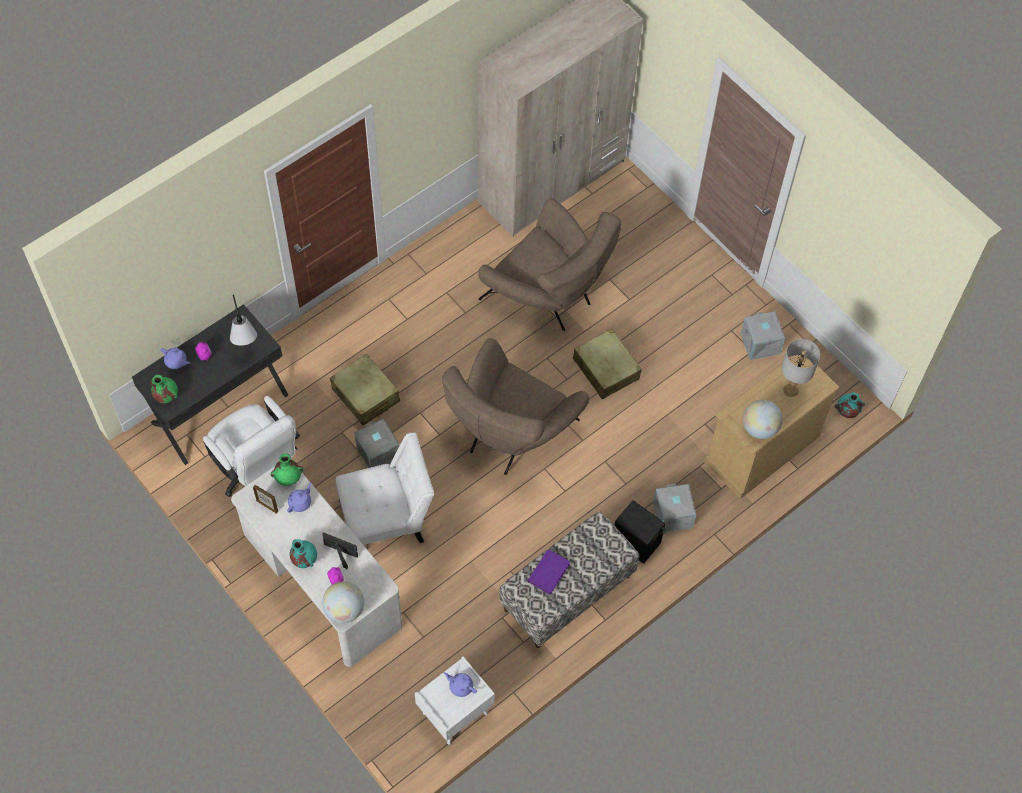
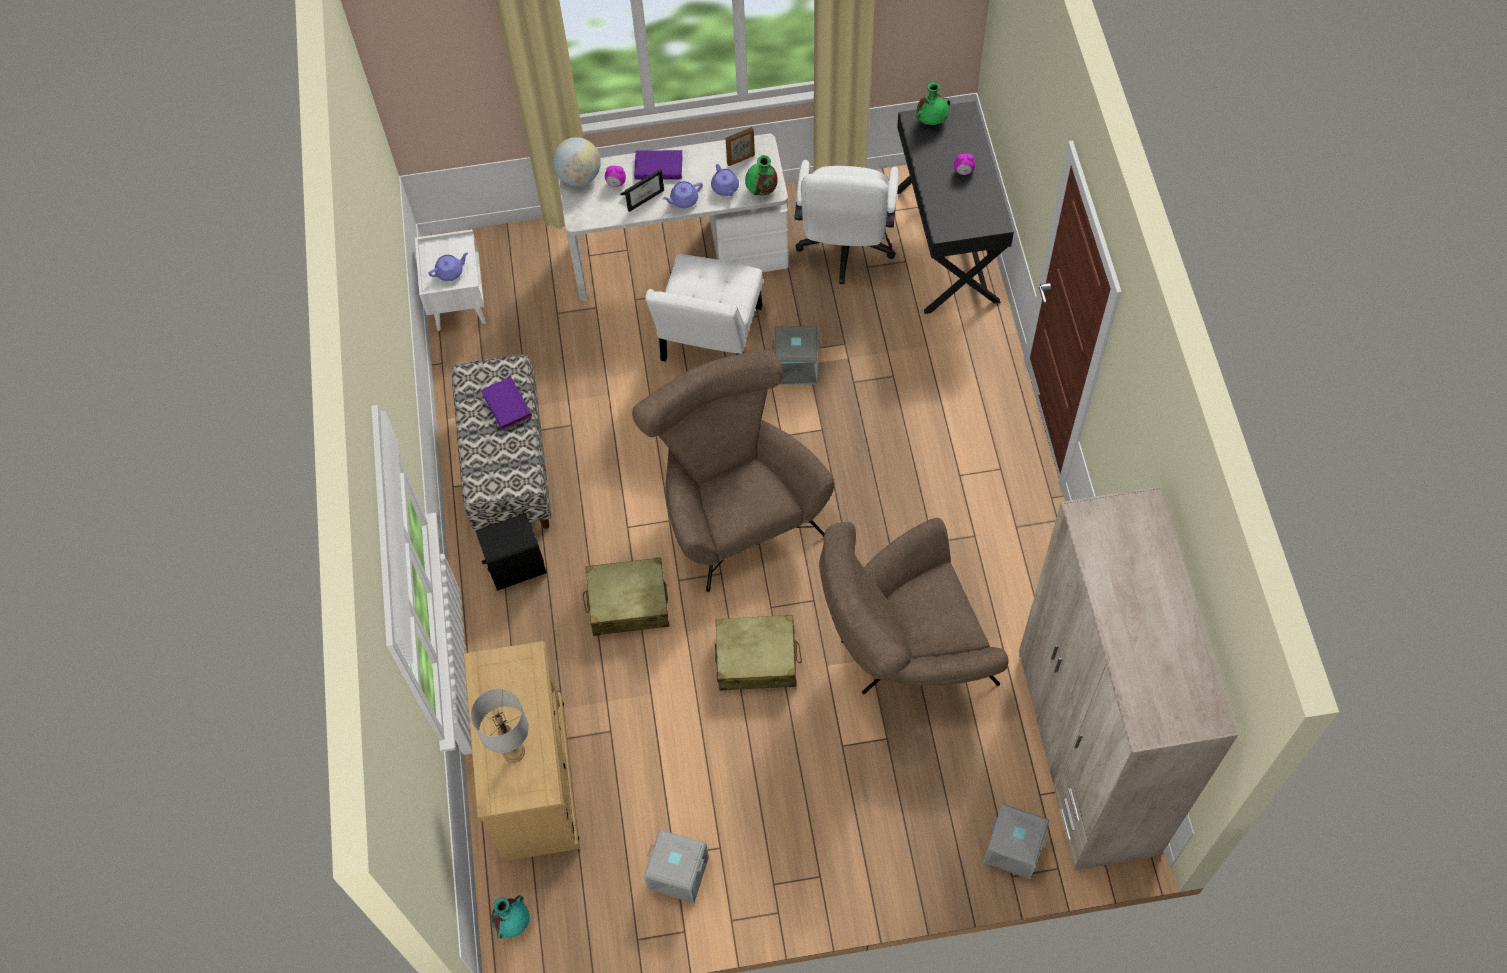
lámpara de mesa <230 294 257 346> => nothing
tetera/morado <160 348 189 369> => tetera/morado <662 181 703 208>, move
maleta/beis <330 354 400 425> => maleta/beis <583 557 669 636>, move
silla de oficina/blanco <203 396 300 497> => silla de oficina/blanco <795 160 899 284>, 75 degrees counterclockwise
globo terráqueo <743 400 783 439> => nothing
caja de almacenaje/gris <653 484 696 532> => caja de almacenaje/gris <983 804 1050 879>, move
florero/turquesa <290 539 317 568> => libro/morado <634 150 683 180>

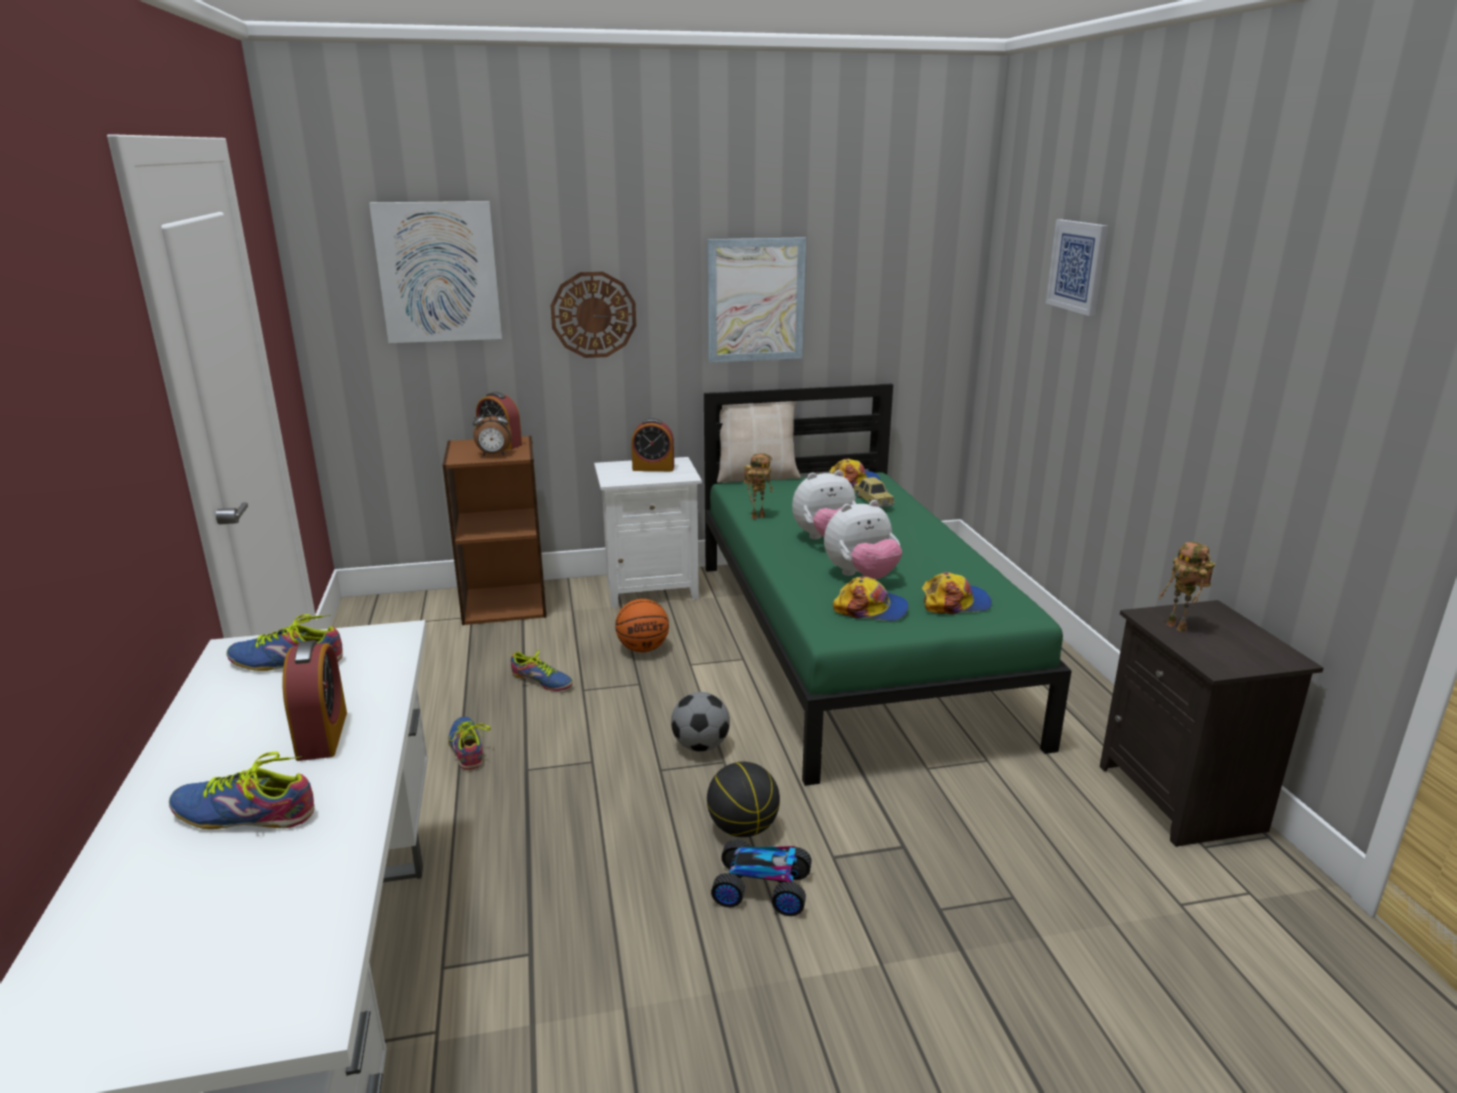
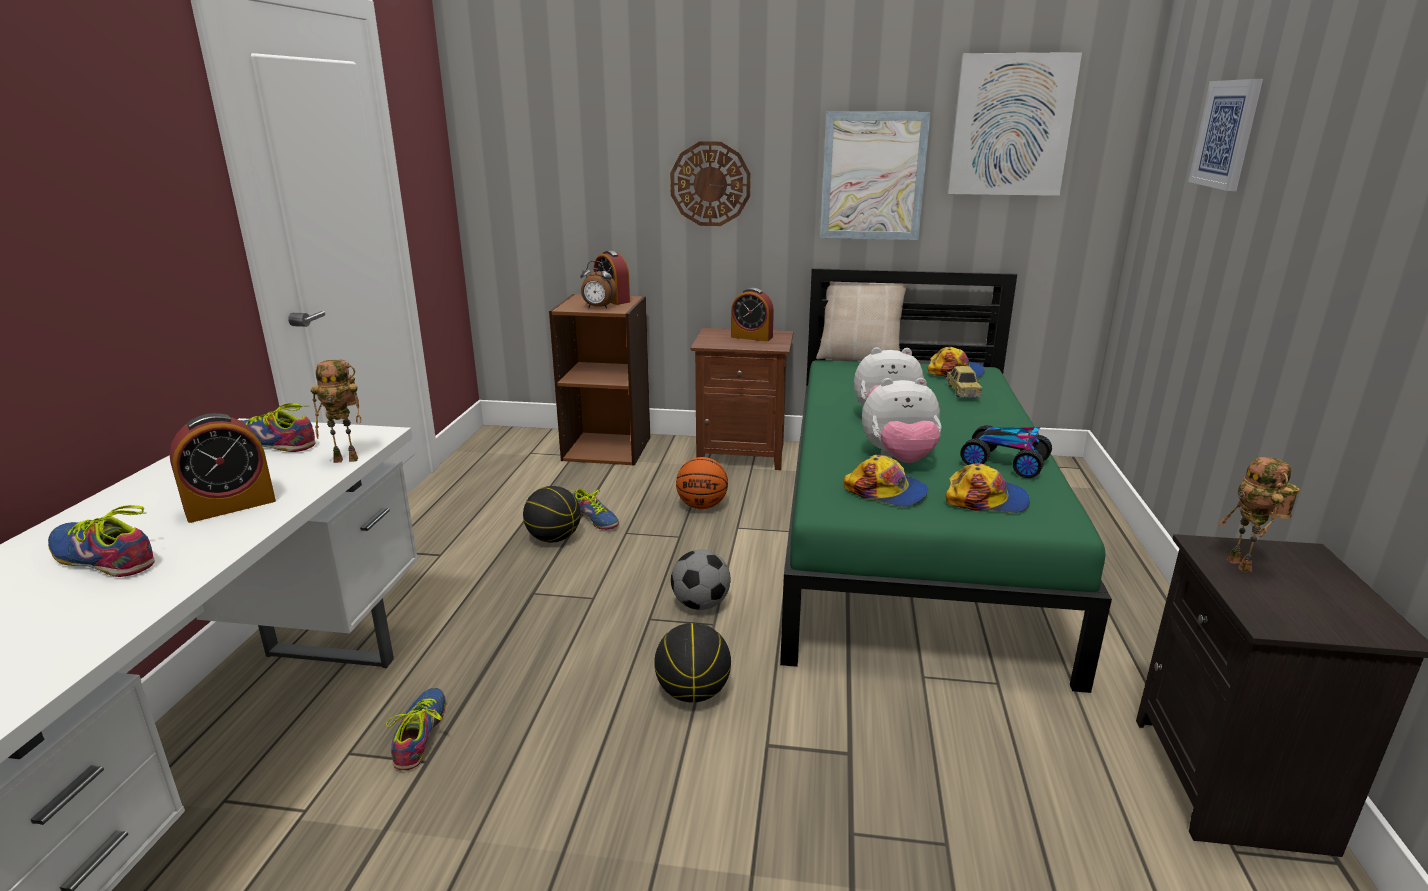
cuadro <369 201 502 343> => cuadro <948 52 1082 196>, move
robot de juguete <744 453 773 519> => robot de juguete <311 360 361 463>, move
mesita de noche/blanco <594 457 702 607> => mesita de noche/marrón <691 328 793 470>
despertador <282 640 347 761> => despertador <169 413 276 523>, 45 degrees clockwise
zapato <448 717 491 770> => zapato <386 688 446 770>, move
coche de juguete <711 839 812 916> => coche de juguete <960 425 1052 478>, move
nothing => balón de baloncesto <523 486 581 543>

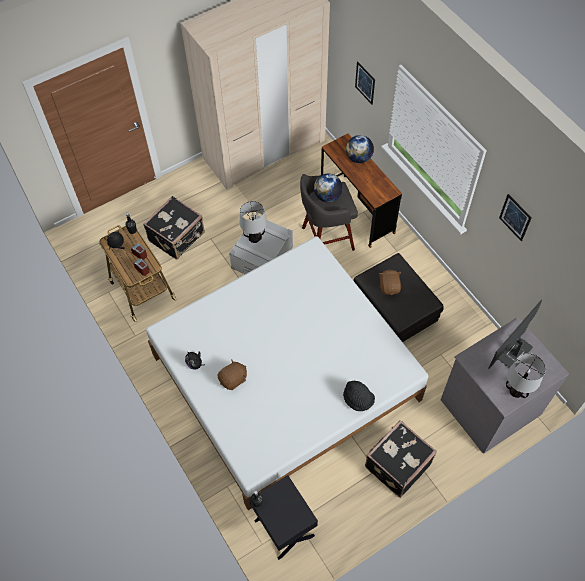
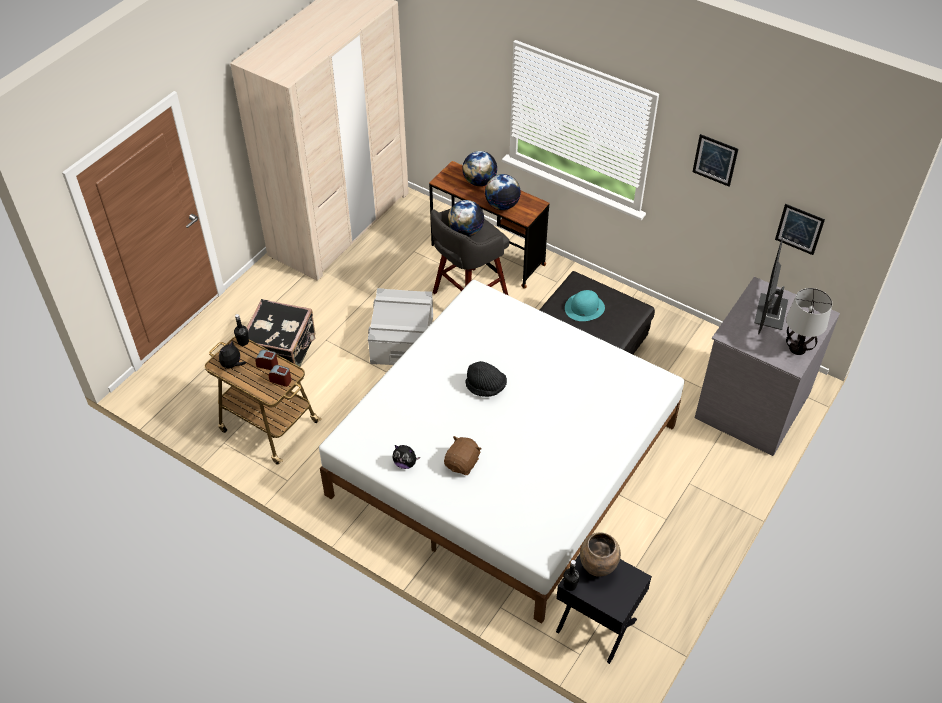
cuadro <355 61 375 105> => cuadro <775 204 825 255>, move
lámpara de mesa <240 201 267 243> => nothing
peluche/marrón <379 269 401 295> => sombrero/turquesa <565 290 605 321>
sombrero/negro <343 381 375 411> => sombrero/negro <465 361 507 397>, move
maleta/negro <365 420 437 498> => nothing
nothing => globo terráqueo <485 174 521 210>
nothing => florero/marrón <580 532 621 577>

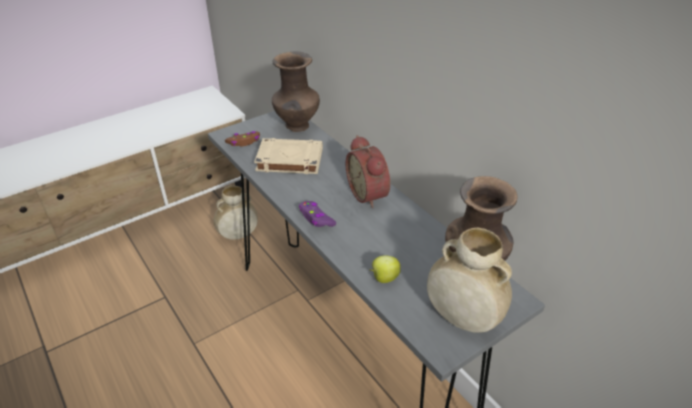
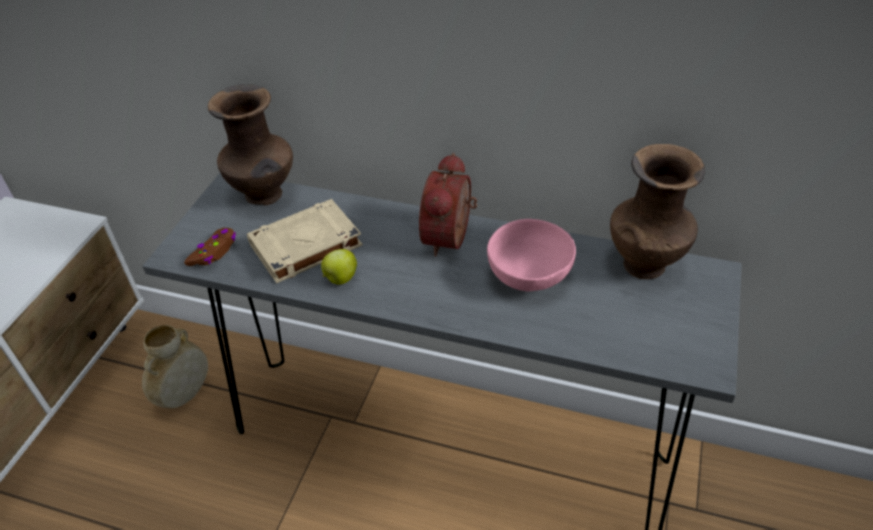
despertador <346 135 390 208> => despertador <419 153 477 257>, 75 degrees clockwise
mando de consola/morado <299 201 336 227> => nothing
florero/beis <427 228 512 333> => nothing
manzana <370 255 401 283> => manzana <321 249 357 285>, move
nothing => cuenco/rosa <487 219 576 291>

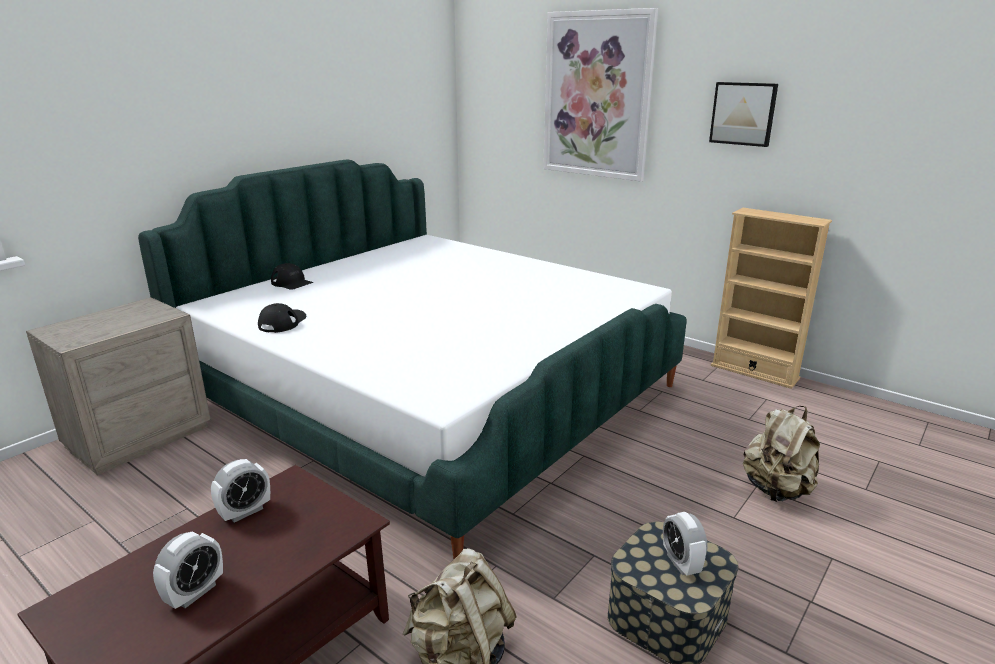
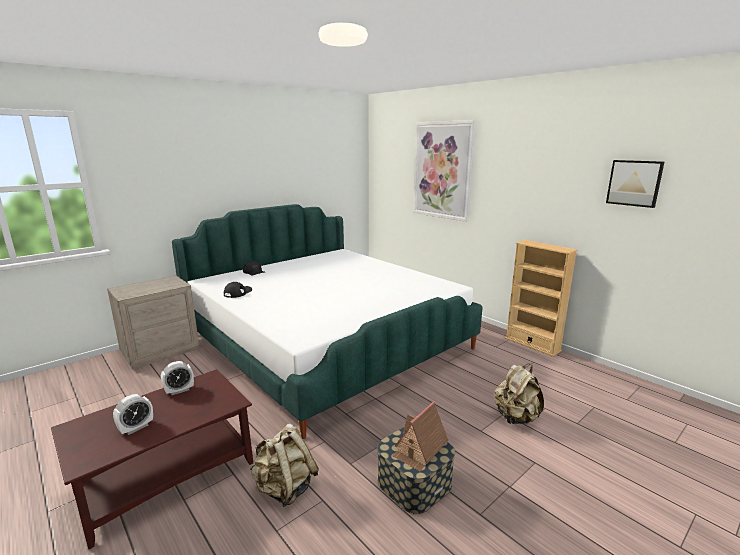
cuadro <709 82 778 147> => cuadro <606 160 664 208>, move
despertador <663 512 708 576> => casita <392 401 448 471>

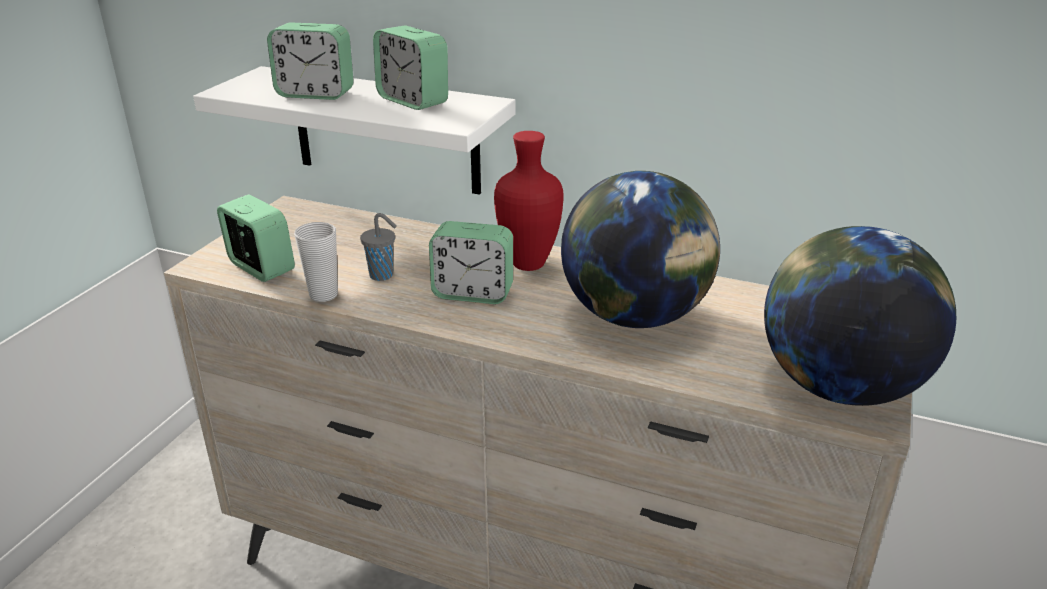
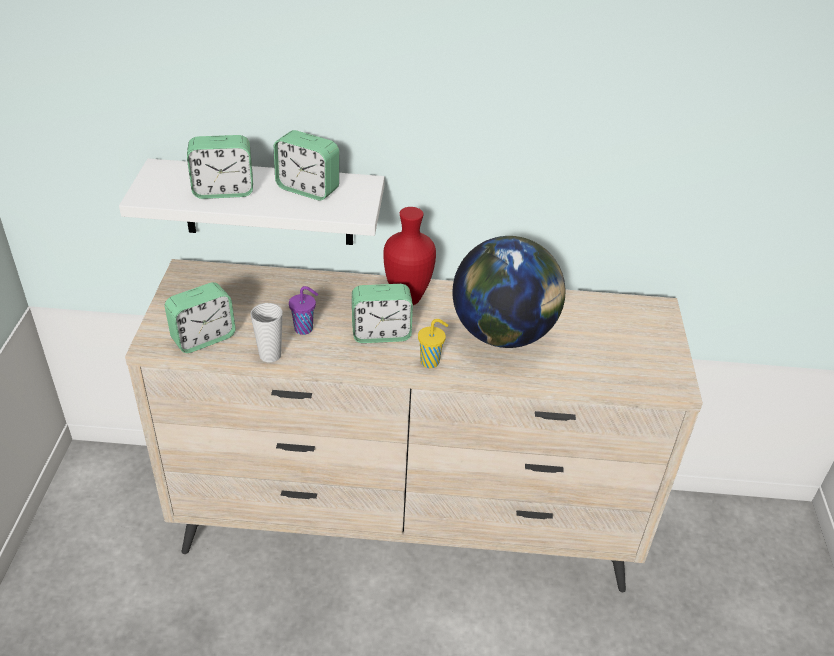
despertador <217 195 295 282> => despertador <165 282 236 353>, 120 degrees clockwise
taza/gris <360 213 397 281> => taza/morado <289 286 318 335>
globo terráqueo <764 226 956 406> => nothing
nothing => taza/amarillo <418 319 448 368>

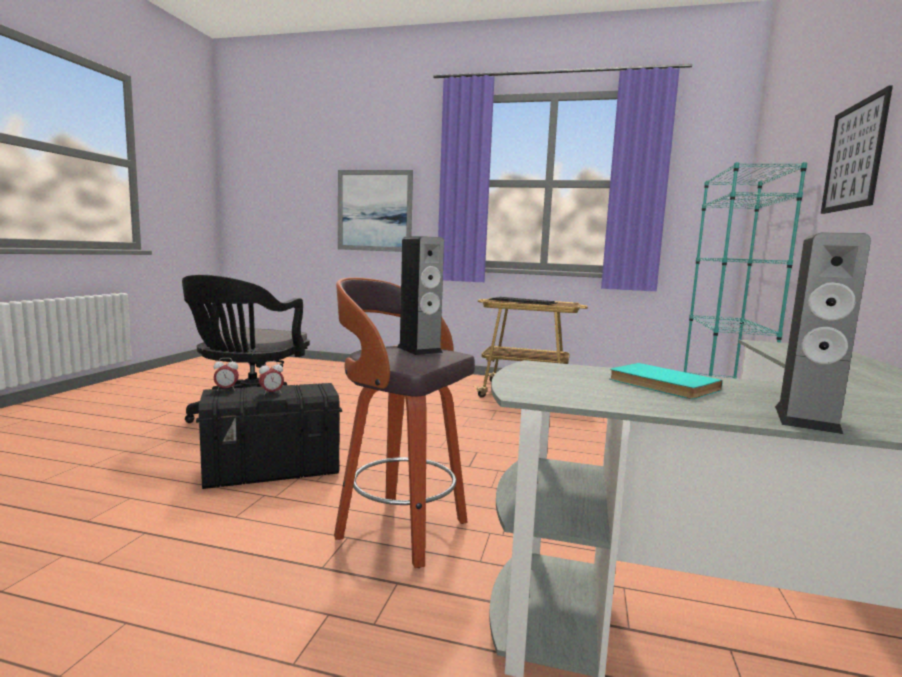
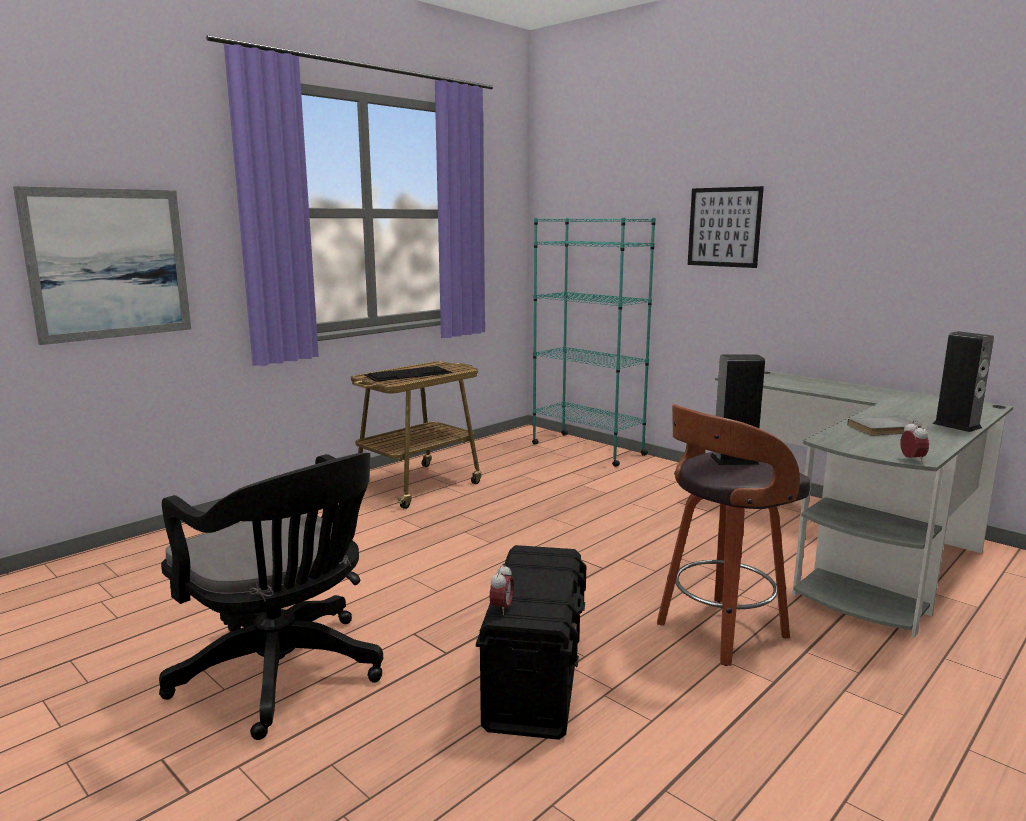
despertador <259 361 284 395> => despertador <900 420 929 463>, move
libro/turquesa <609 363 723 399> => libro/gris <847 416 921 435>

